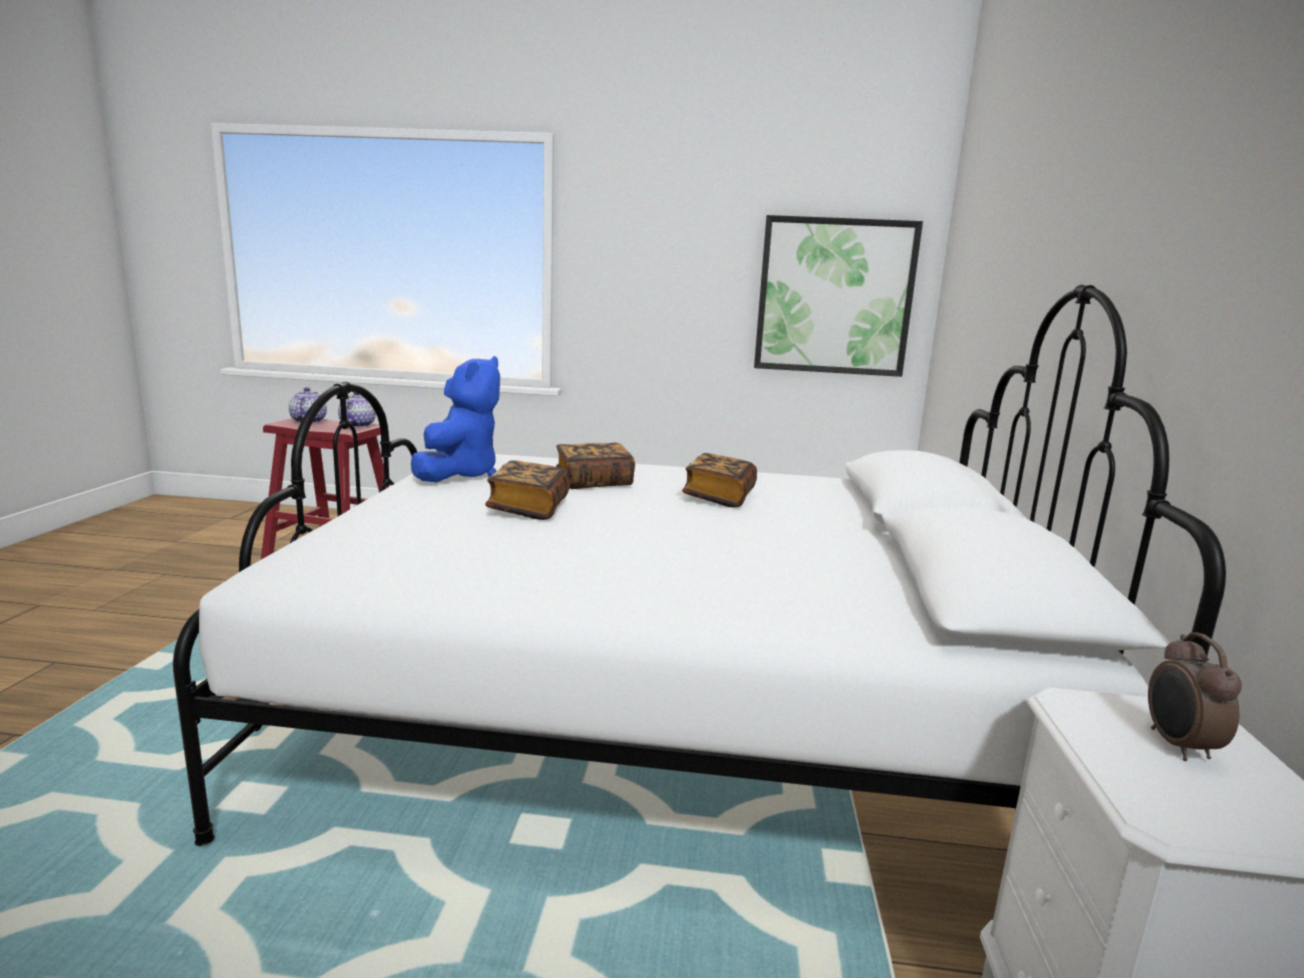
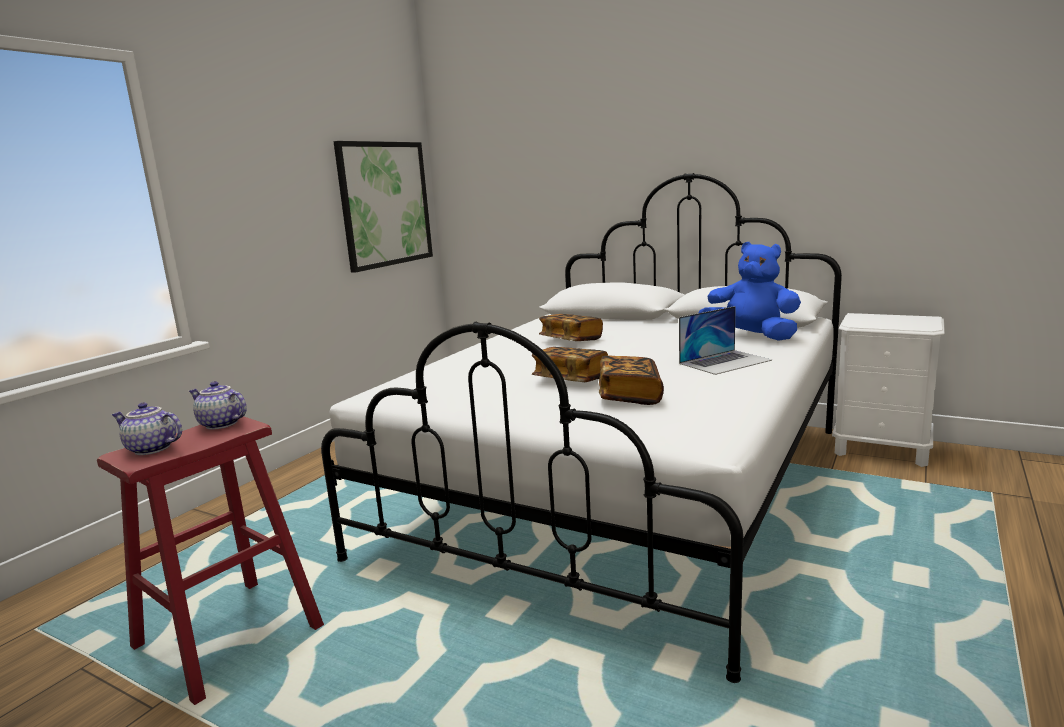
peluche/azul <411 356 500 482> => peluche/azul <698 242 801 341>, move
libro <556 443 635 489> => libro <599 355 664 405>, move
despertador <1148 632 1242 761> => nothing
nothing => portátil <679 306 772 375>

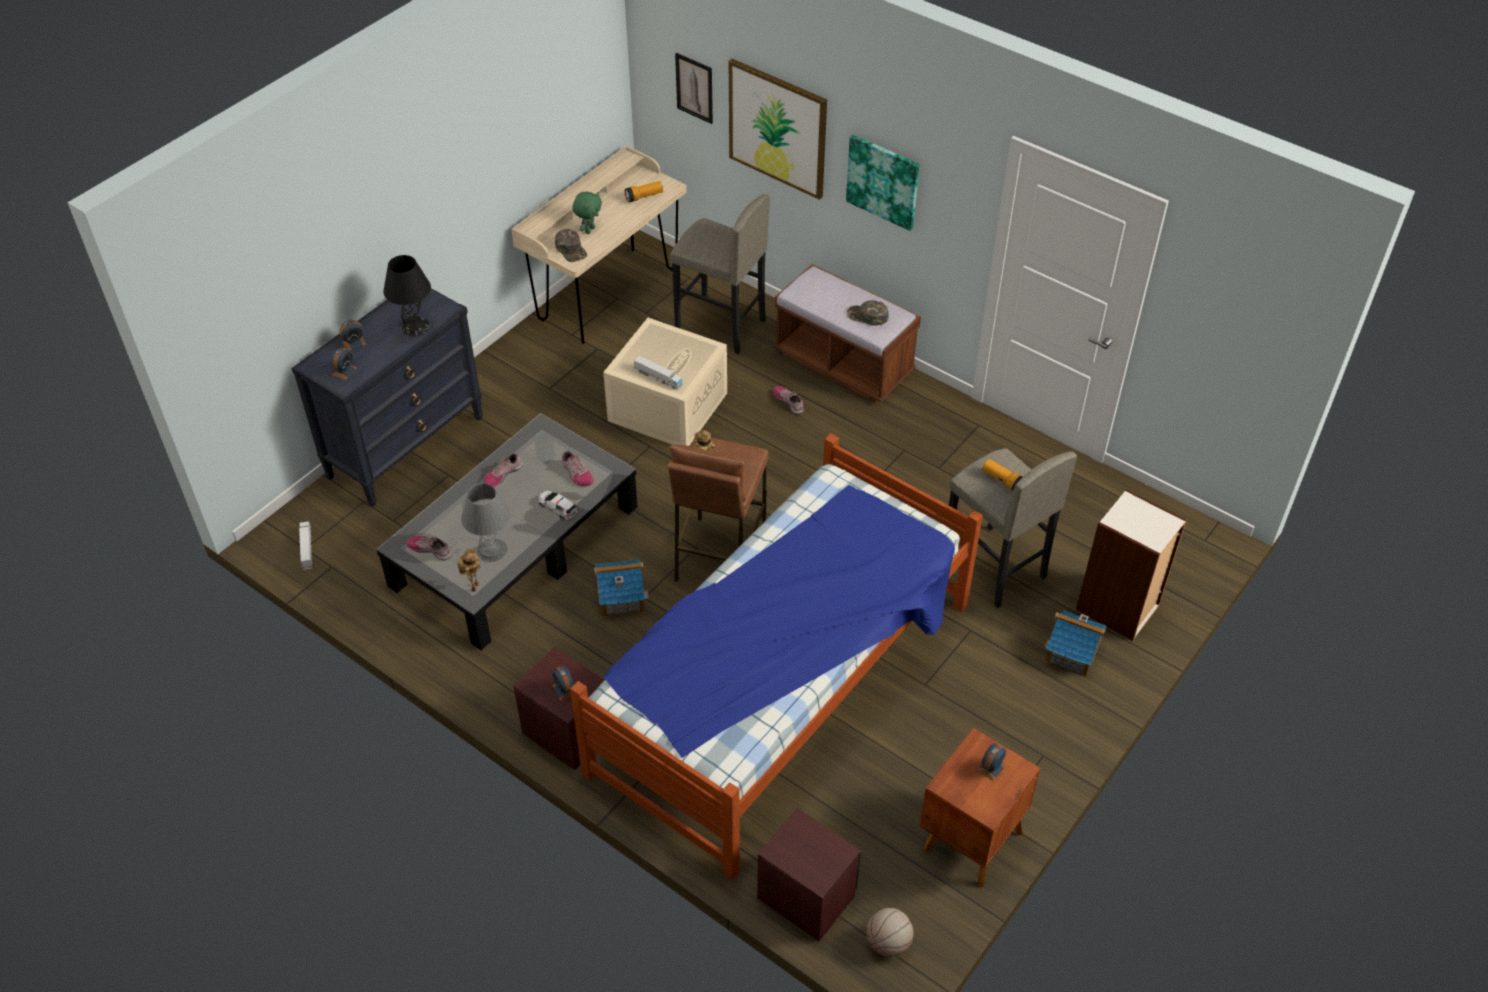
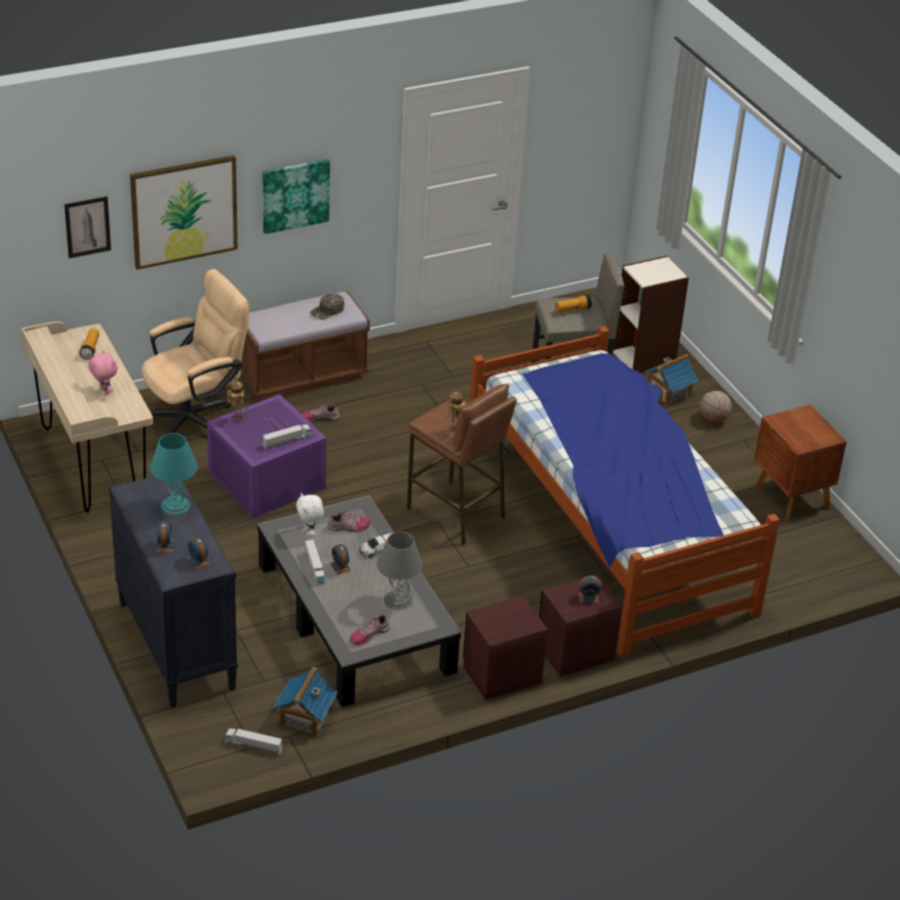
peluche/verde <572 192 602 234> => peluche/rosa <88 350 118 395>
taburete/gris <670 194 770 354> => silla de oficina/beis <142 269 249 434>
gorra/verde <555 229 587 262> => nothing
lámpara de mesa/negro <383 255 431 336> => lámpara de mesa/turquesa <150 433 198 515>
caja de almacenaje/beis <603 318 727 446> => caja de almacenaje/morado <207 394 327 518>
zapato <484 453 523 487> => camión de juguete <305 540 325 585>
robot de juguete <457 548 481 592> => robot de juguete <227 381 248 421>, move
casita <594 559 649 617> => casita <273 667 338 737>, move
despertador <977 744 1006 781> => despertador <330 544 351 575>, move
mesita de noche/marrón <757 808 861 941> => mesita de noche/marrón <463 596 548 700>, move
balón de baloncesto <866 908 914 957> => balón de baloncesto <700 391 732 423>, move
nothing => peluche/blanco <296 493 324 537>

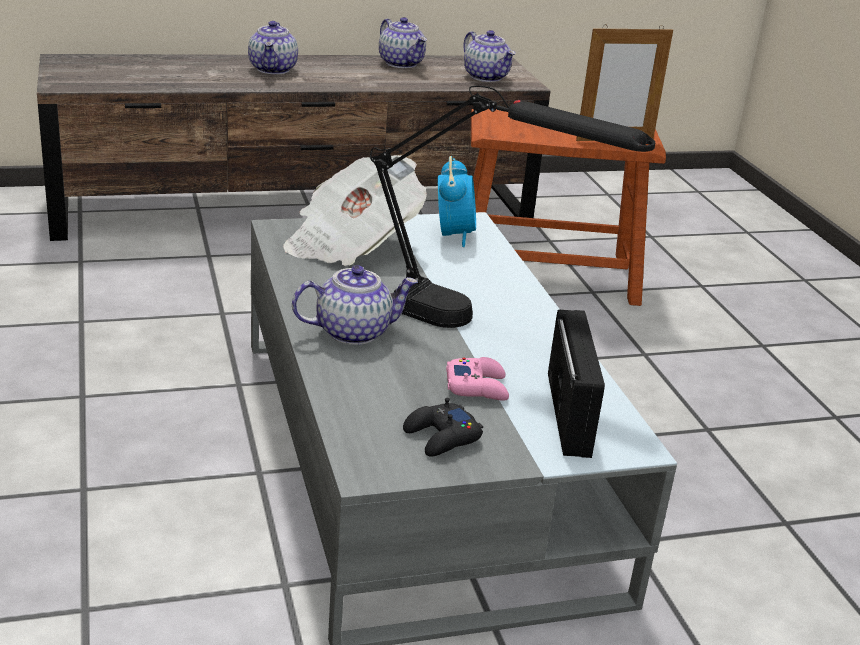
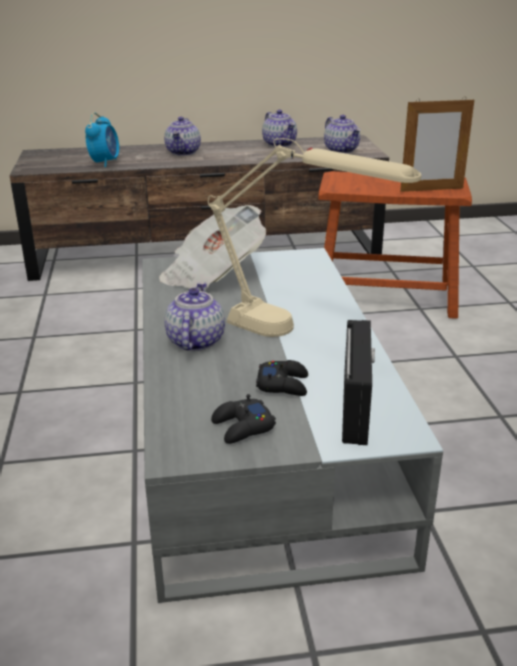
lámpara de mesa/negro <370 86 655 328> => lámpara de mesa/beis <208 138 421 337>
despertador <438 156 476 247> => despertador <85 112 119 167>, move
tetera <292 265 418 345> => tetera <164 282 225 351>, 75 degrees counterclockwise
mando de consola/rosa <446 357 509 401> => mando de consola/negro <256 360 308 396>

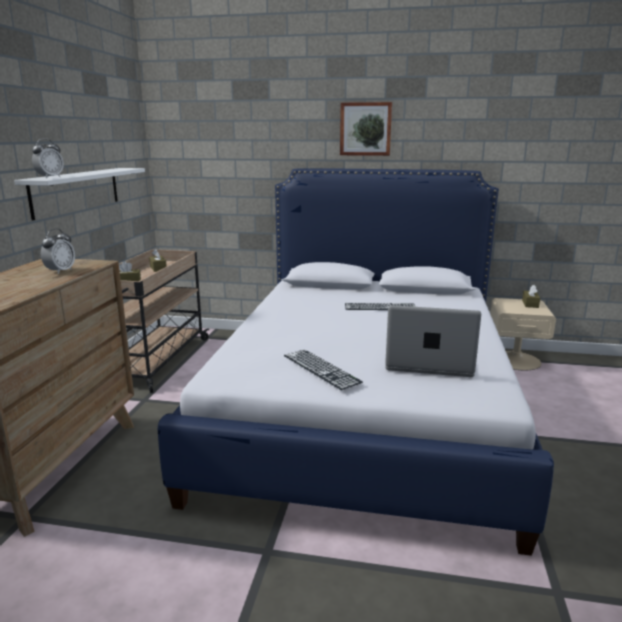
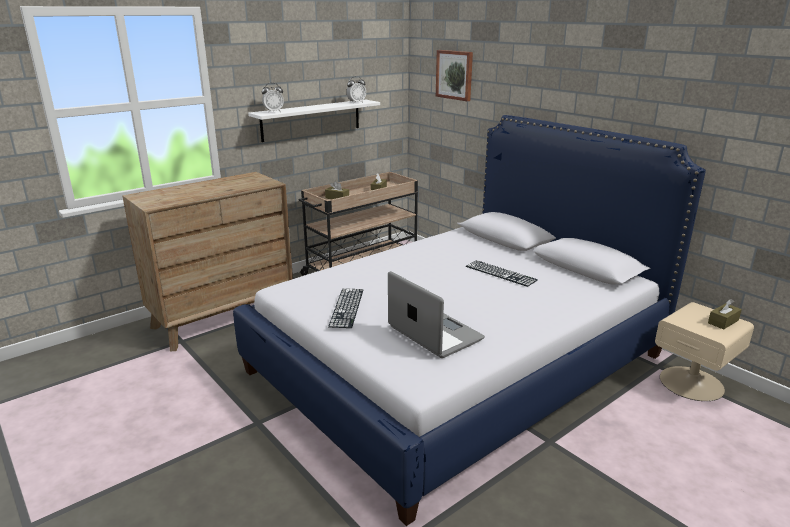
cuadro <340 102 392 156> => cuadro <436 50 473 101>, move
despertador <41 229 75 274> => despertador <346 76 366 104>, move

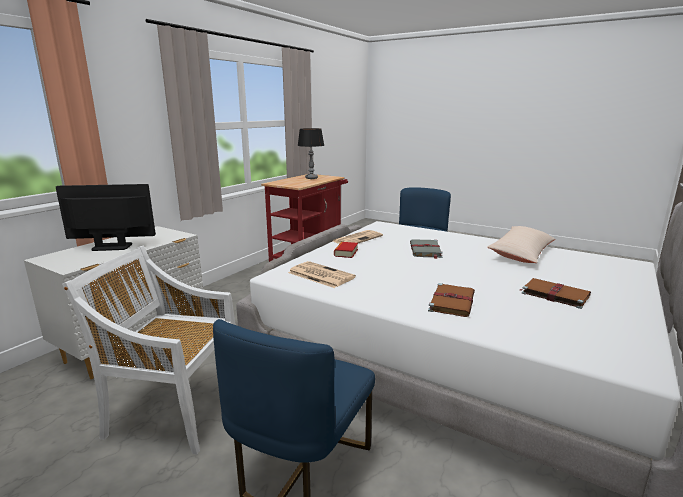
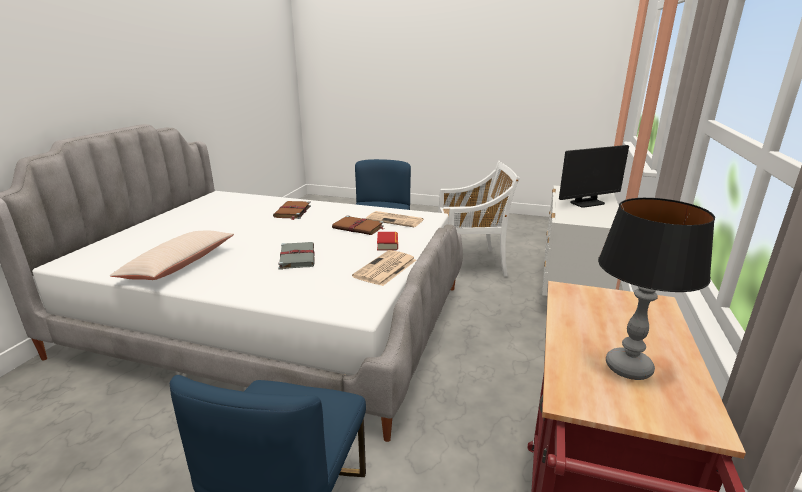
libro/marrón <520 278 591 309> => libro/marrón <332 215 384 235>, move

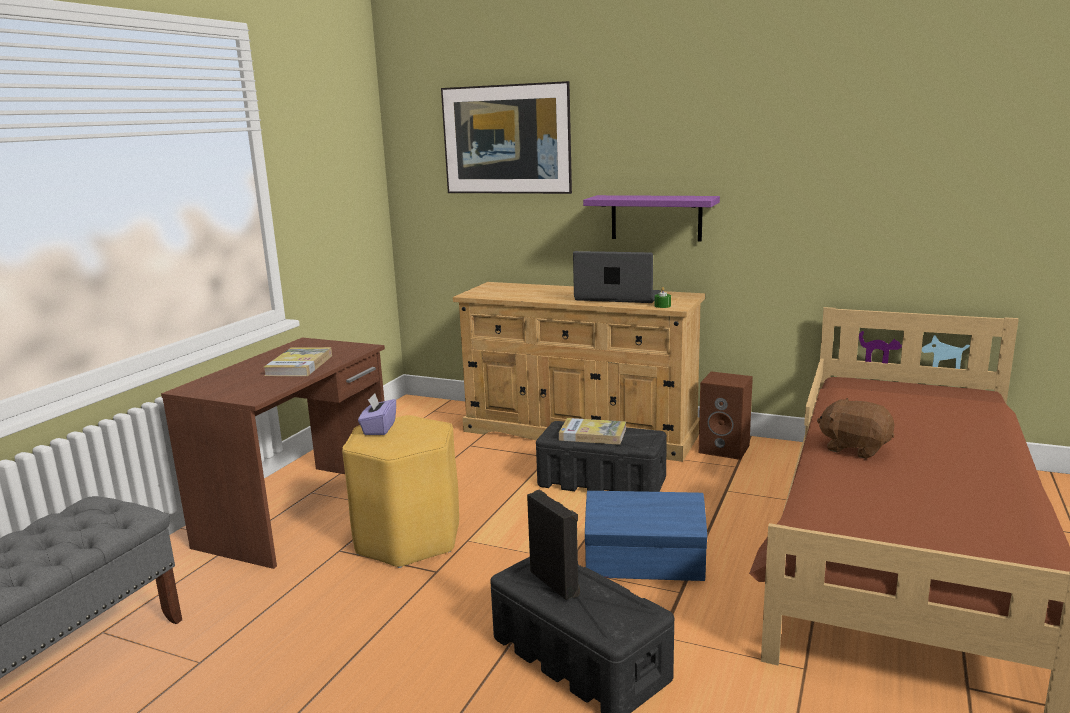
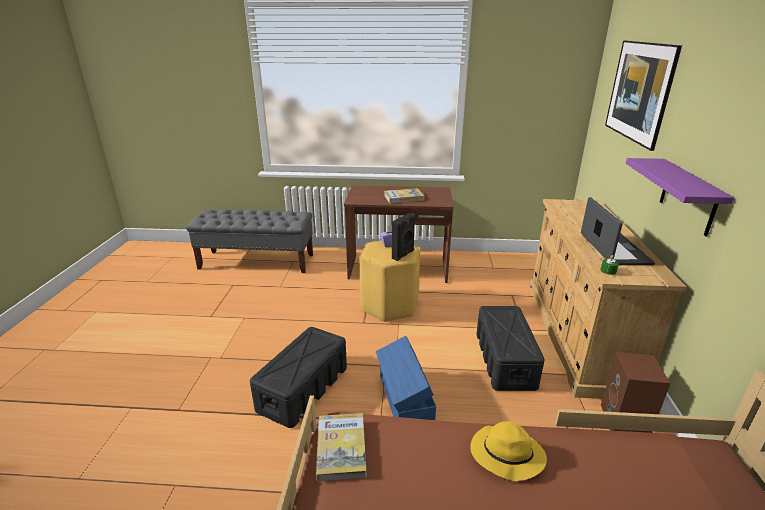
peluche/marrón <817 398 895 459> => sombrero/amarillo <470 421 547 481>
libro <559 418 626 445> => libro <316 413 367 482>, move
altavoz/negro <527 490 580 600> => altavoz/negro <392 213 415 261>, move

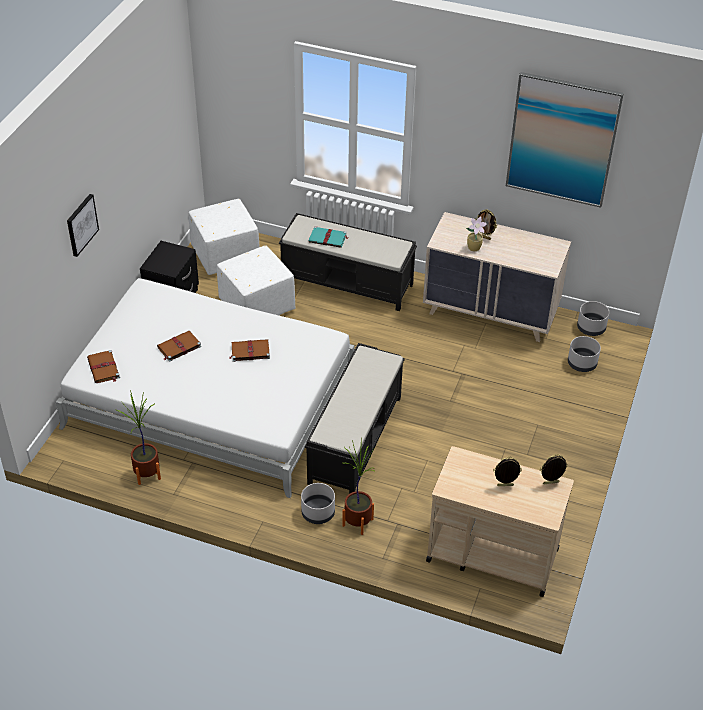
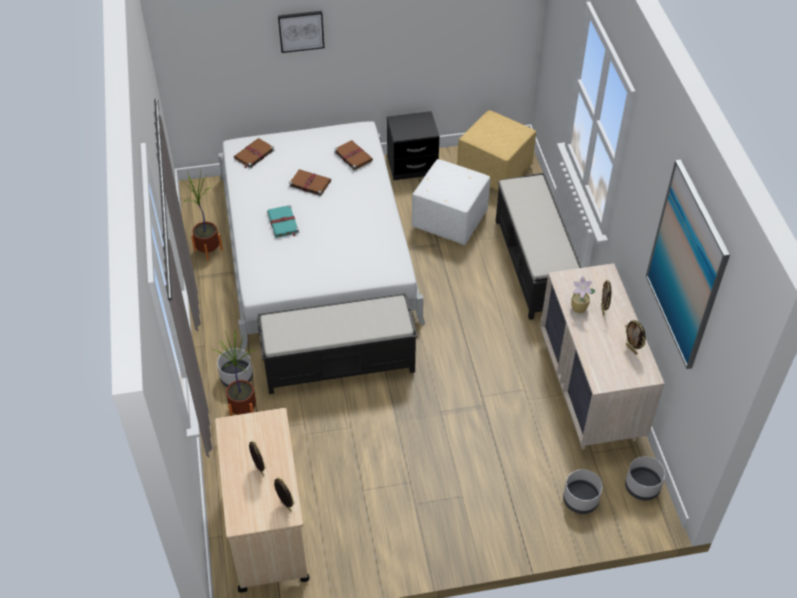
puf/blanco <188 199 260 275> => puf/amarillo <457 110 536 191>
libro/turquesa <309 226 348 248> => libro/turquesa <267 205 299 237>, move
libro/marrón <229 339 270 362> => libro/marrón <334 140 373 171>, move
nothing => portarretratos <625 320 646 355>

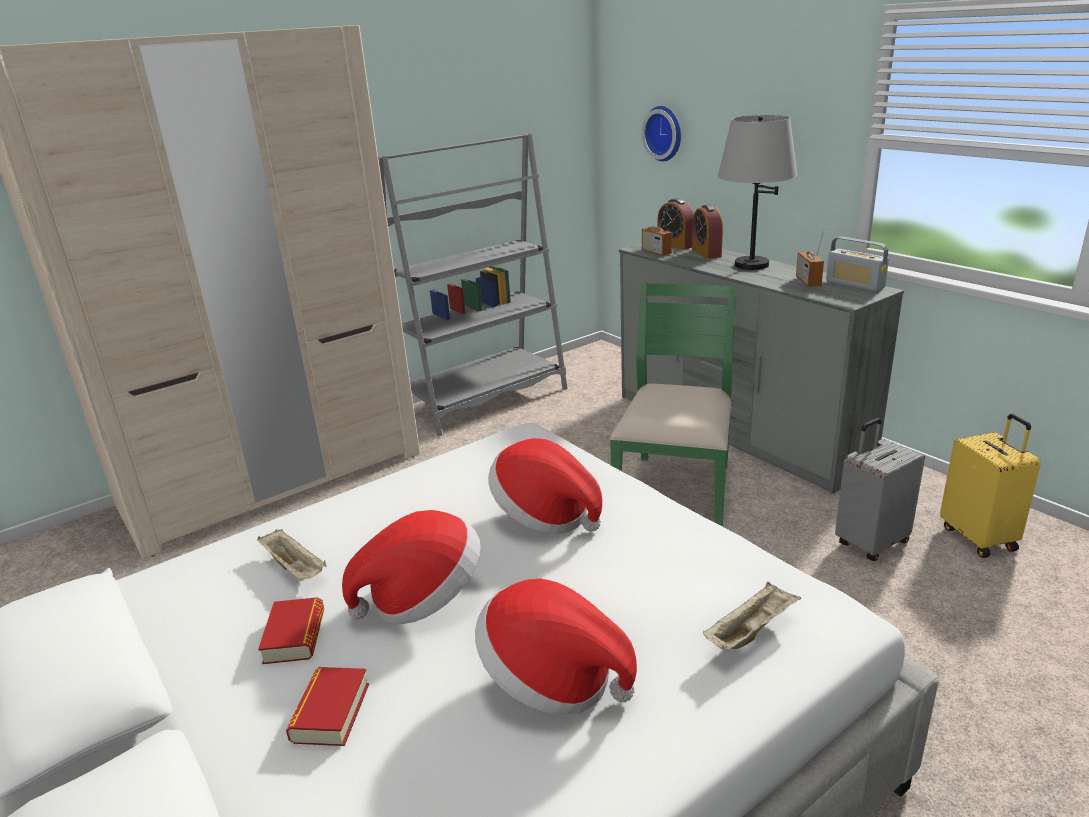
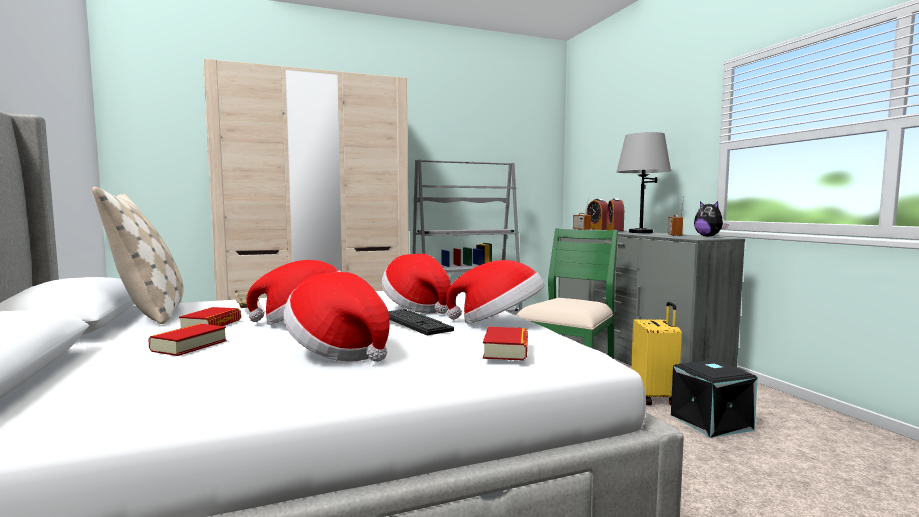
reloj de pared <642 106 681 161> => nothing
radio <826 237 889 291> => peluche <694 201 729 237>
maleta/amarillo <940 413 1041 558> => maleta/amarillo <631 302 682 405>, move
maleta/gris <835 418 925 561> => caja de almacenaje/negro <671 360 758 438>
bandeja/beis <703 582 801 651> => libro <483 327 528 361>
nothing => cojín/beis <92 187 183 324>
nothing => sombrero <446 260 544 324>
nothing => teclado <388 309 454 335>

